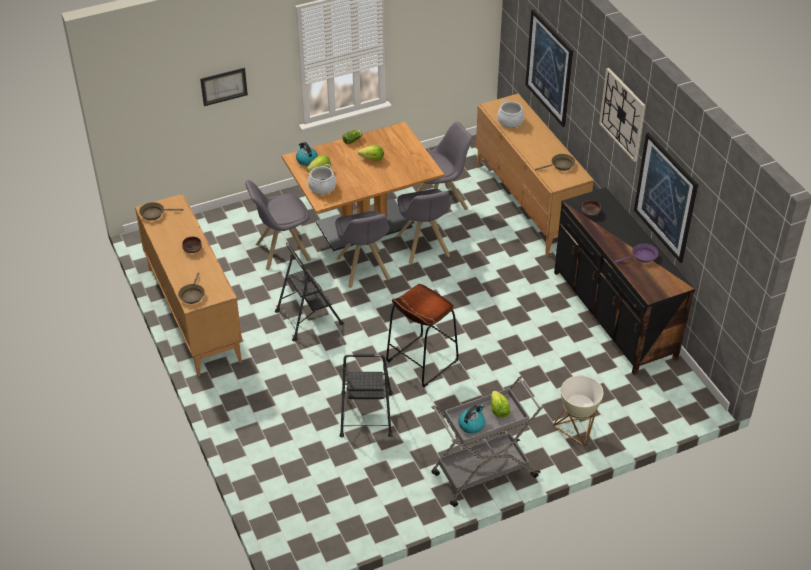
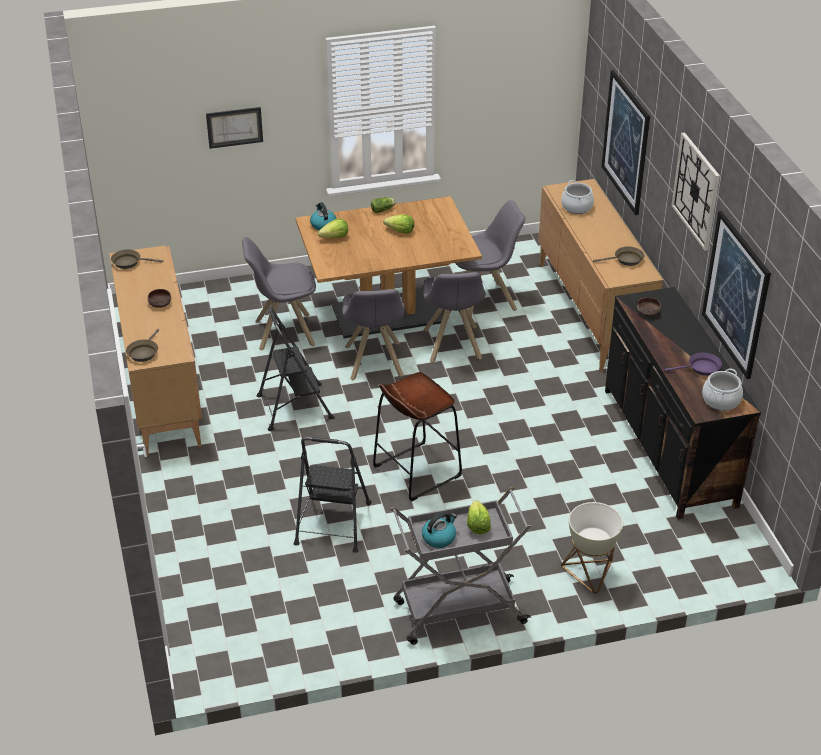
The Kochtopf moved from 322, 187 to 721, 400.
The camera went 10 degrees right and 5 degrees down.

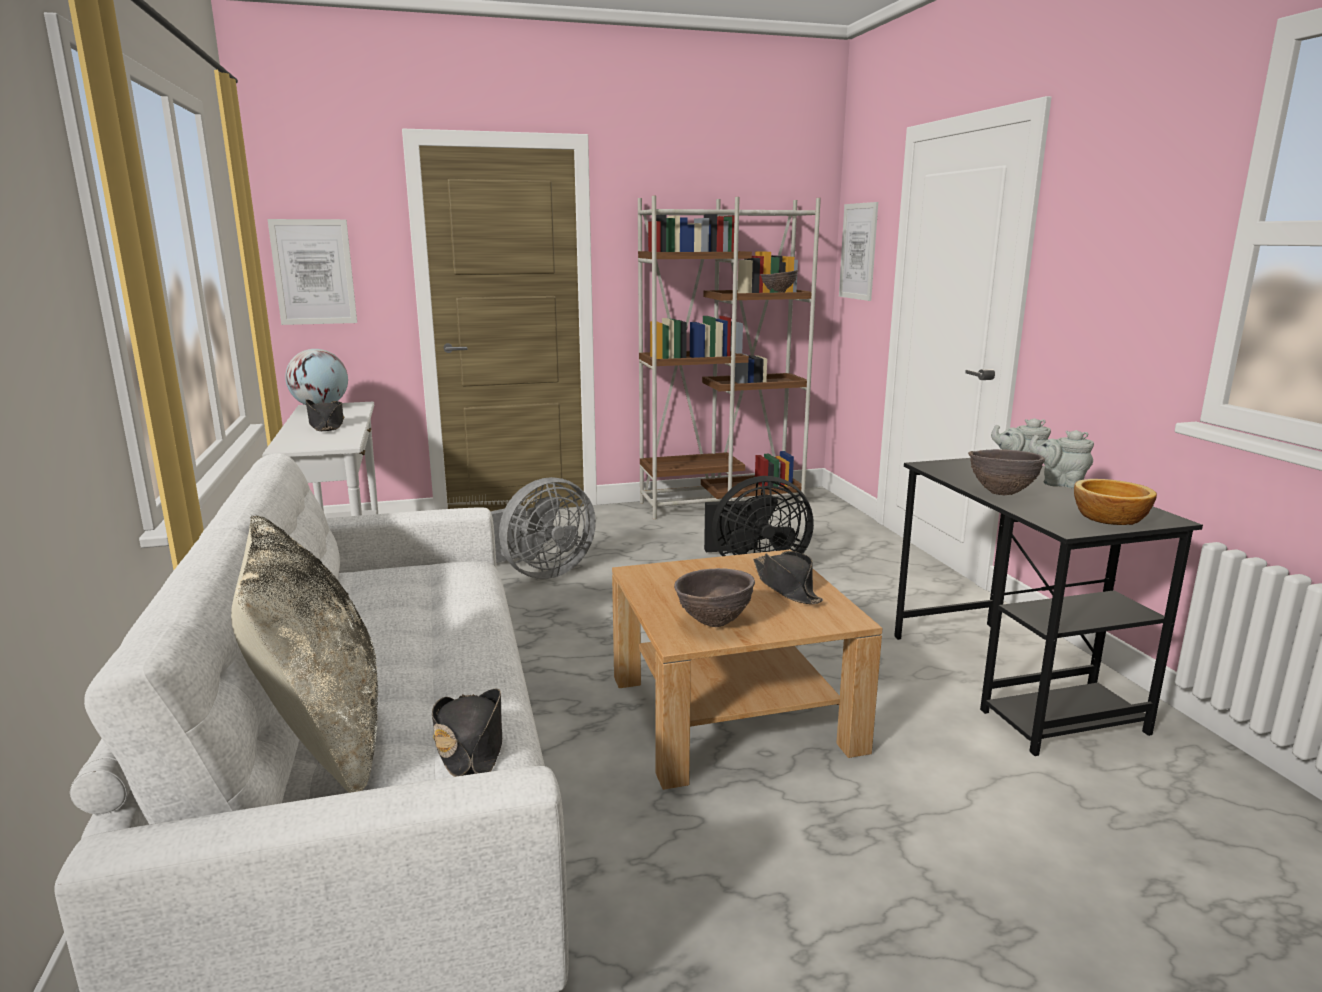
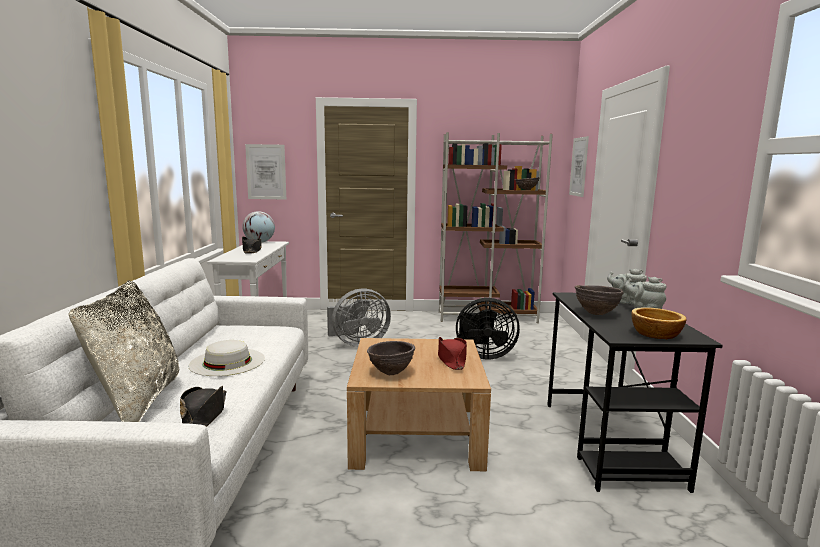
The Hut (schwarz) at 786, 587 became the Hut (rot) at 451, 359.
The Hut (weiß) at 227, 362 appeared.
The camera went 15 degrees right and 5 degrees down.

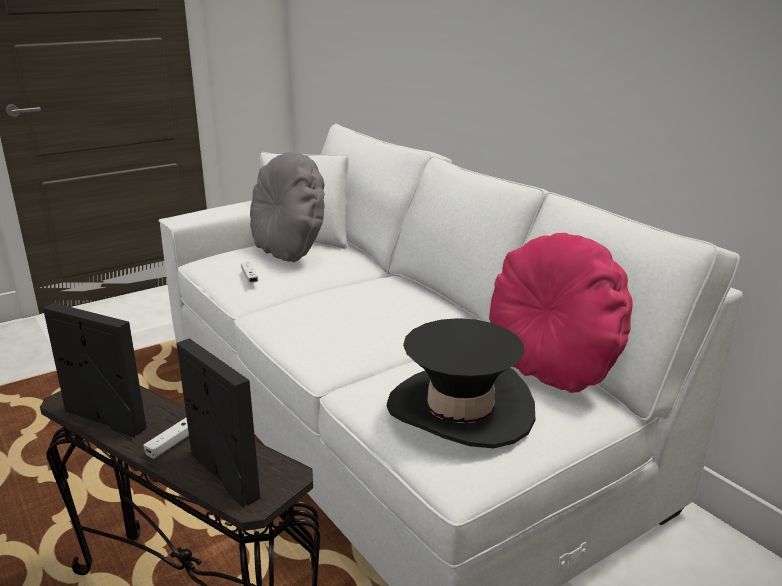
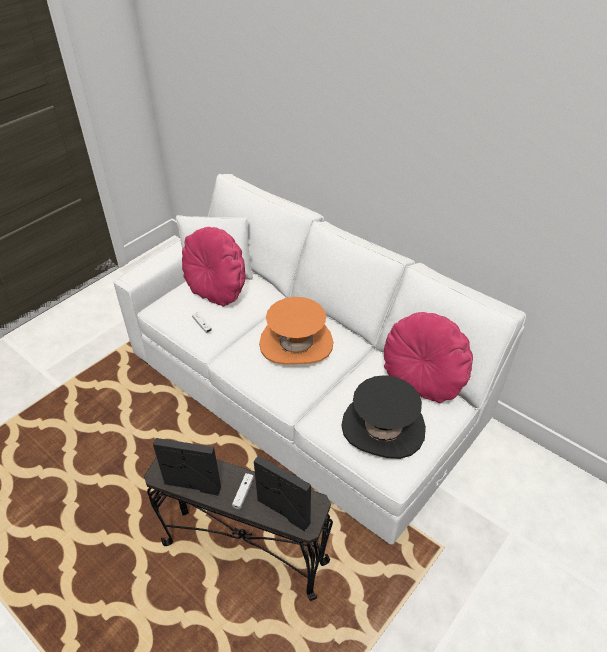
The Kissen (grau) at 289, 253 became the Kissen (rosa) at 216, 293.
The Hut (orange) at 296, 343 appeared.
The camera went 15 degrees left and 20 degrees up.

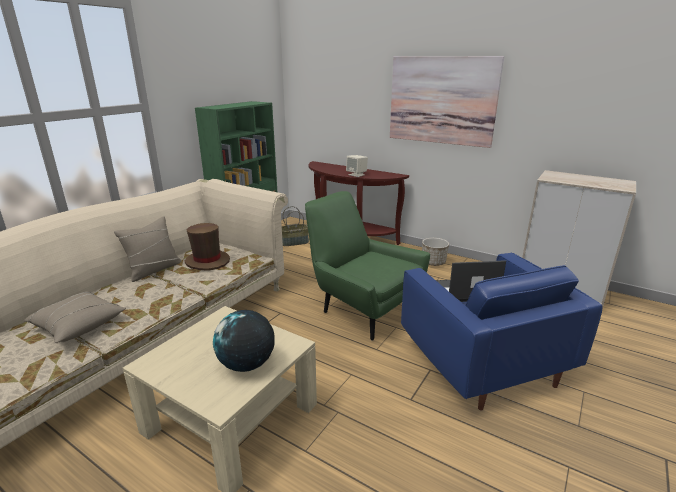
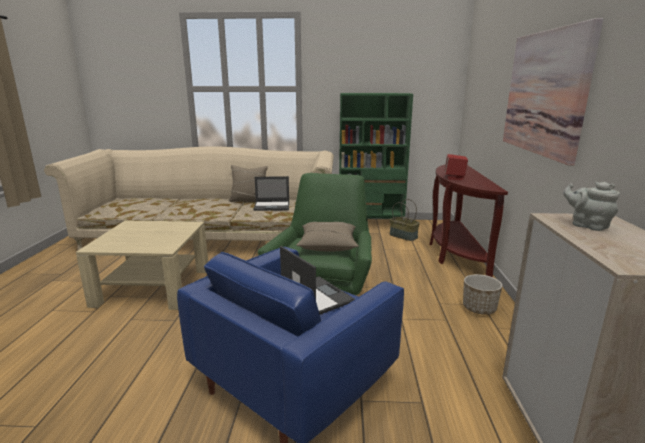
The Lautsprecher (beige) at 356, 175 became the Lautsprecher (rot) at 454, 178.
The Hut (braun) at 207, 261 was replaced by the Laptop at 272, 206.
The Kissen (beige) moved from 78, 325 to 328, 245.
The Globus at 247, 364 disappeared.
The Teekanne (grau) at 587, 225 appeared.
The camera went 60 degrees right and 5 degrees down.

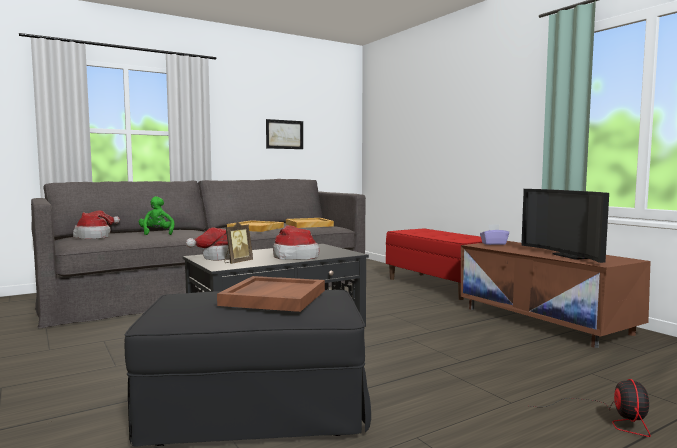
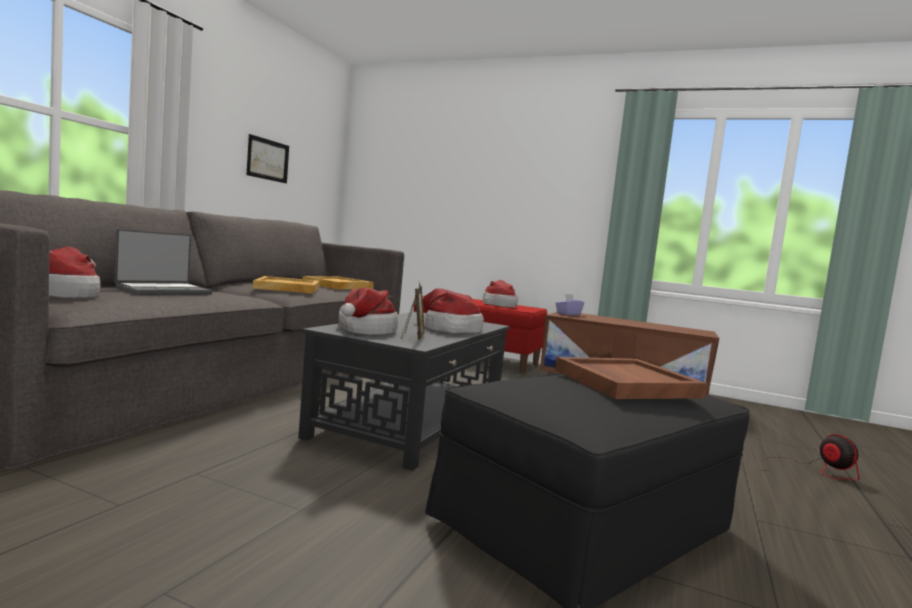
The Fernseher at 571, 256 disappeared.
The Plüschtier (grün) at 157, 233 was replaced by the Laptop at 163, 291.
The Hut at 499, 305 appeared.
The camera went 35 degrees left and 0 degrees up.

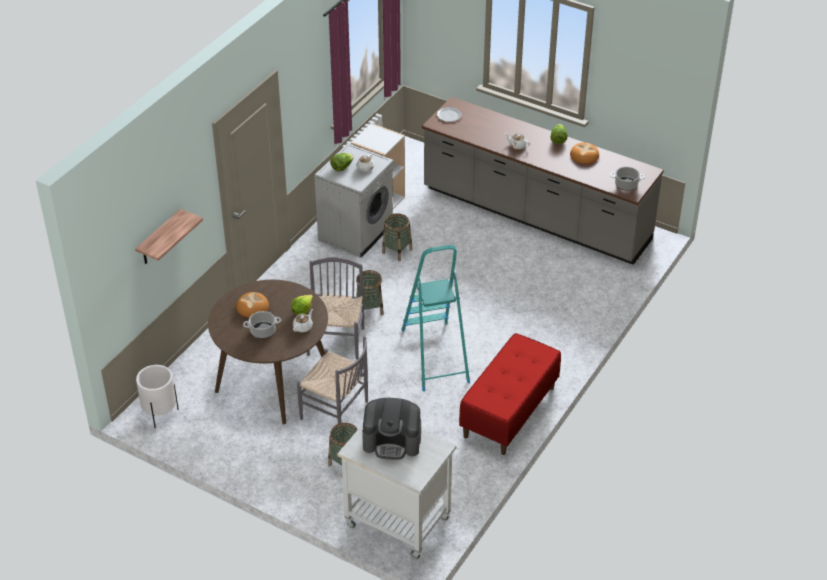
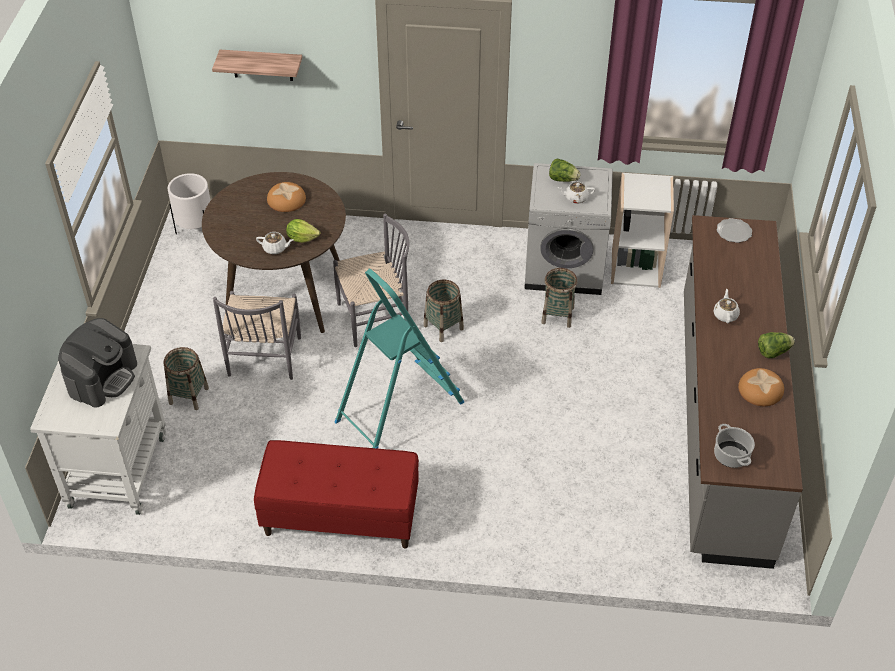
The Kochtopf at 263, 331 disappeared.
The Kaffeemaschine at 392, 441 turned 135 degrees counterclockwise.
The camera went 65 degrees right and 5 degrees up.

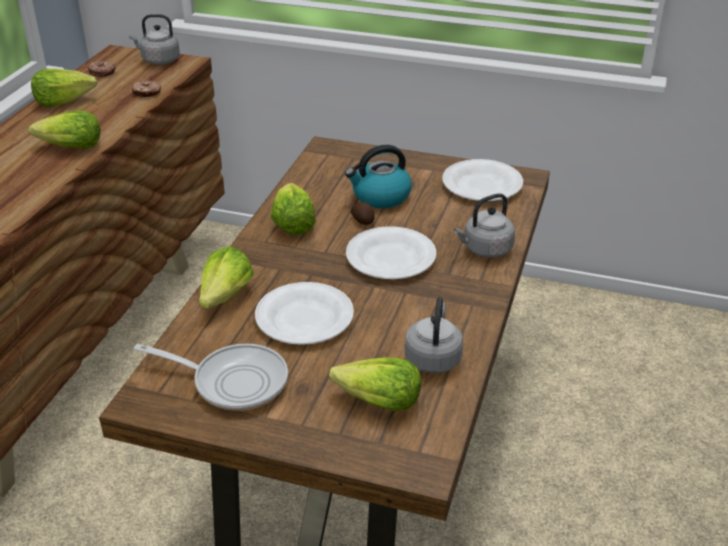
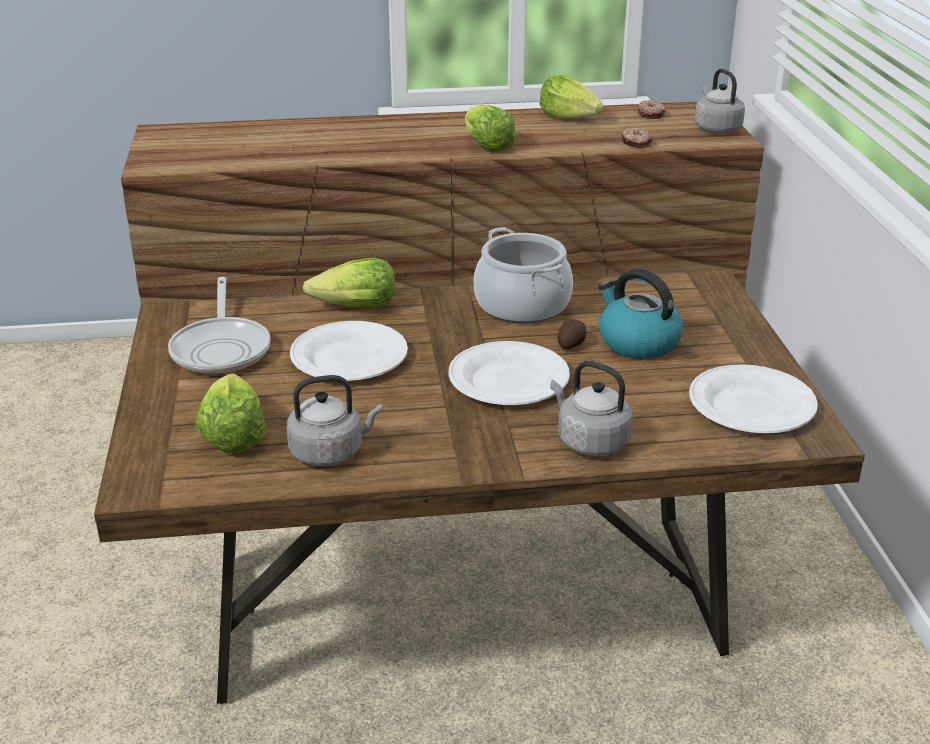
The Salatkopf at 292, 223 was replaced by the Kochtopf at 522, 306.
The camera went 65 degrees right and 5 degrees down.

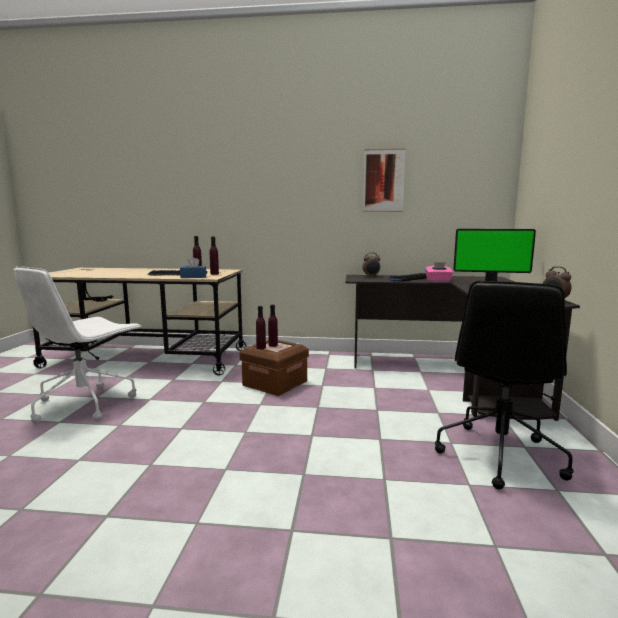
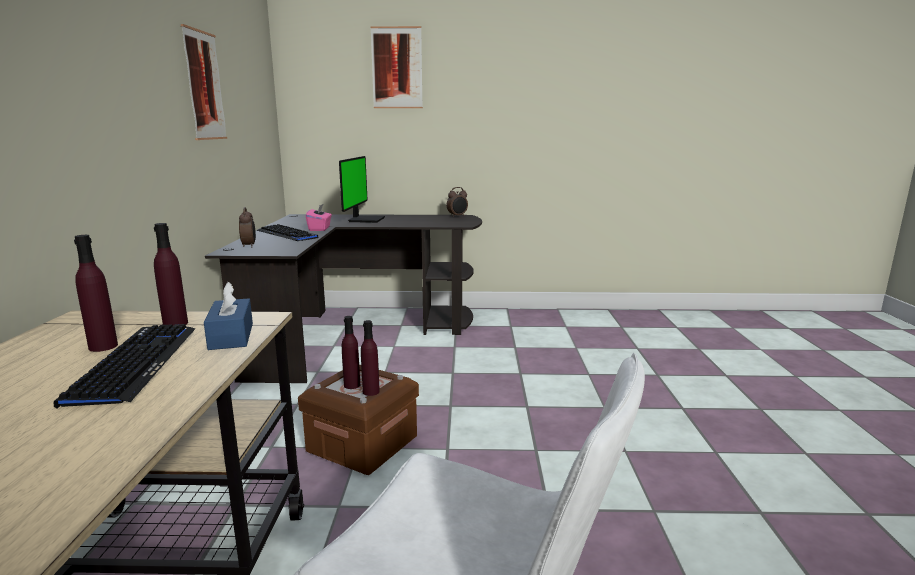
The Bürostuhl (schwarz) at 499, 453 disappeared.
The Bild at 397, 68 appeared.
The camera went 95 degrees left and 5 degrees up.

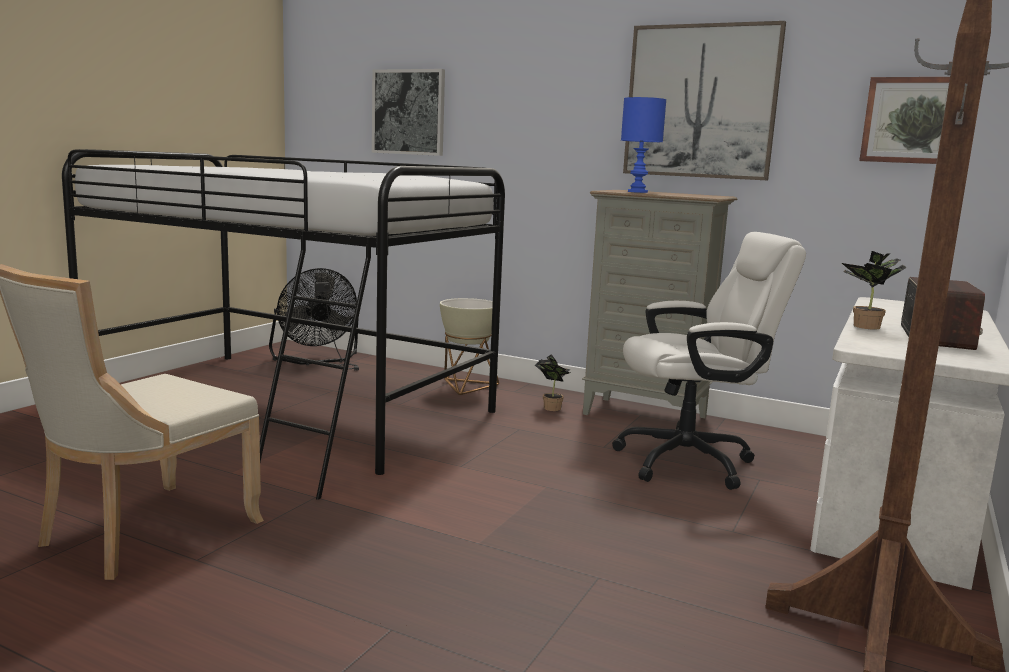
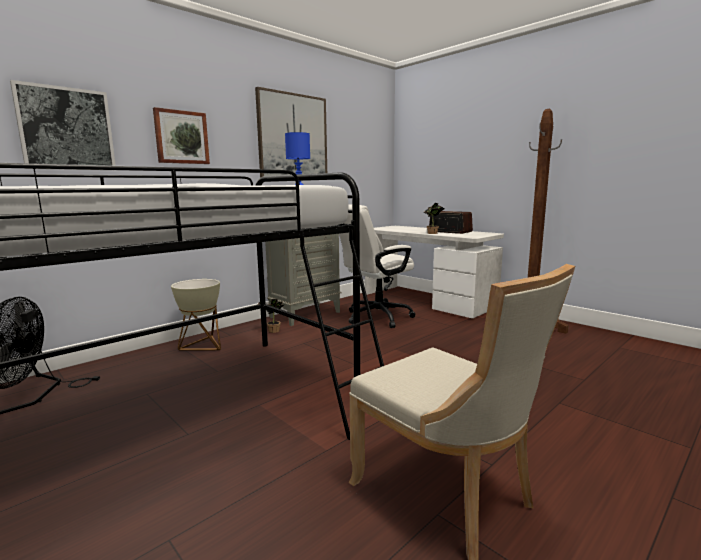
The Bild moved from 910, 120 to 181, 137.
The Bürostuhl (weiß) at 691, 462 turned 135 degrees counterclockwise.
The camera went 70 degrees left and 0 degrees up.

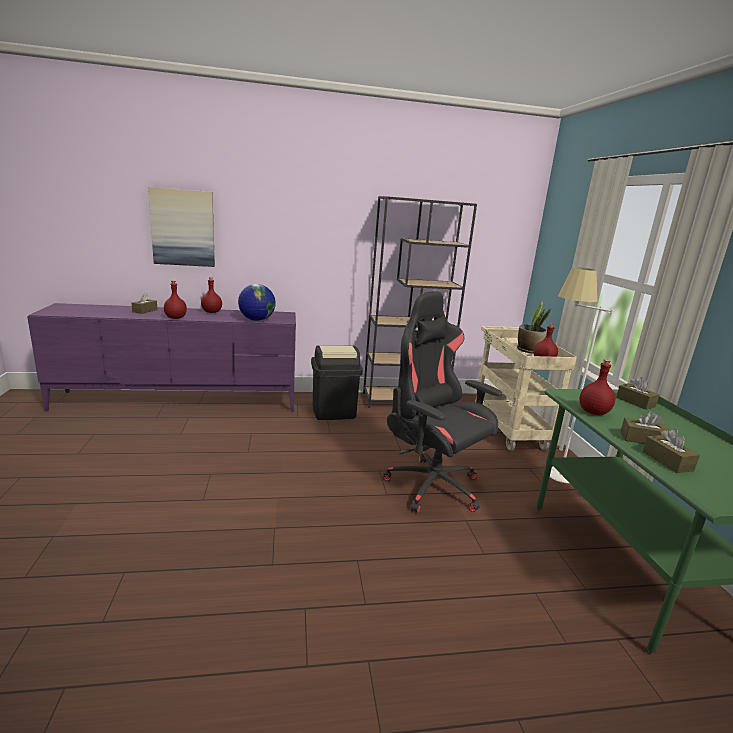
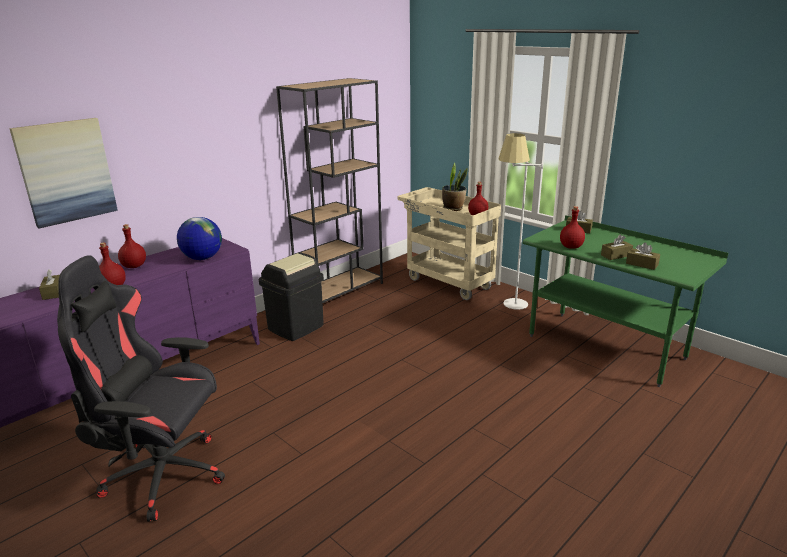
The Bürostuhl (schwarz) moved from 434, 487 to 167, 475.
The camera went 35 degrees left and 5 degrees up.

